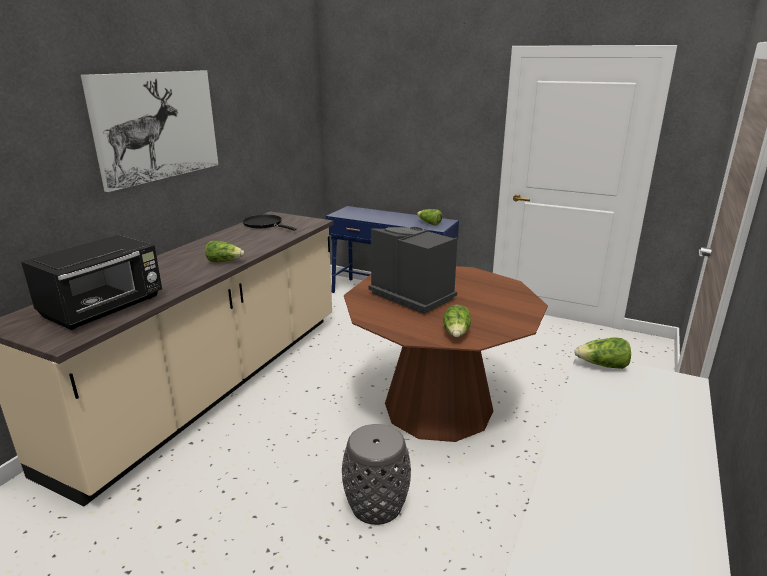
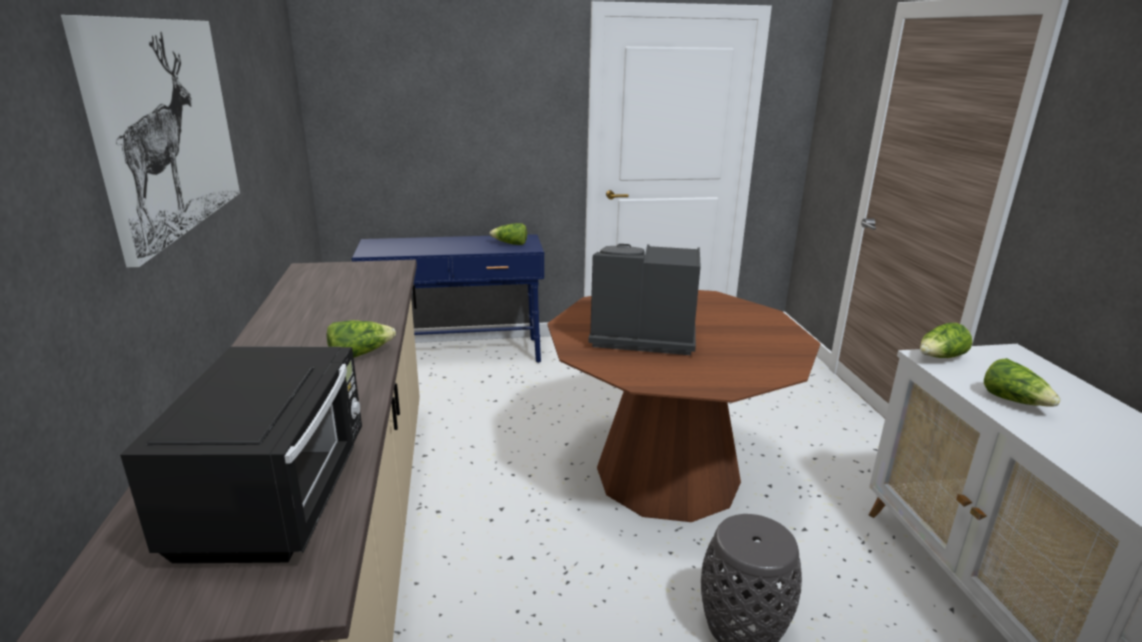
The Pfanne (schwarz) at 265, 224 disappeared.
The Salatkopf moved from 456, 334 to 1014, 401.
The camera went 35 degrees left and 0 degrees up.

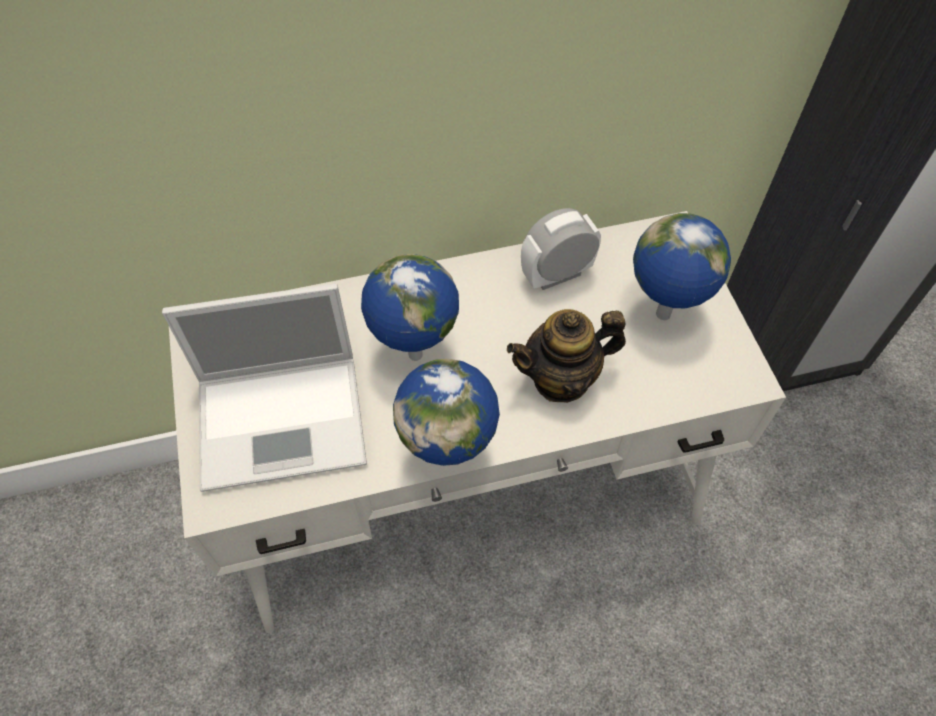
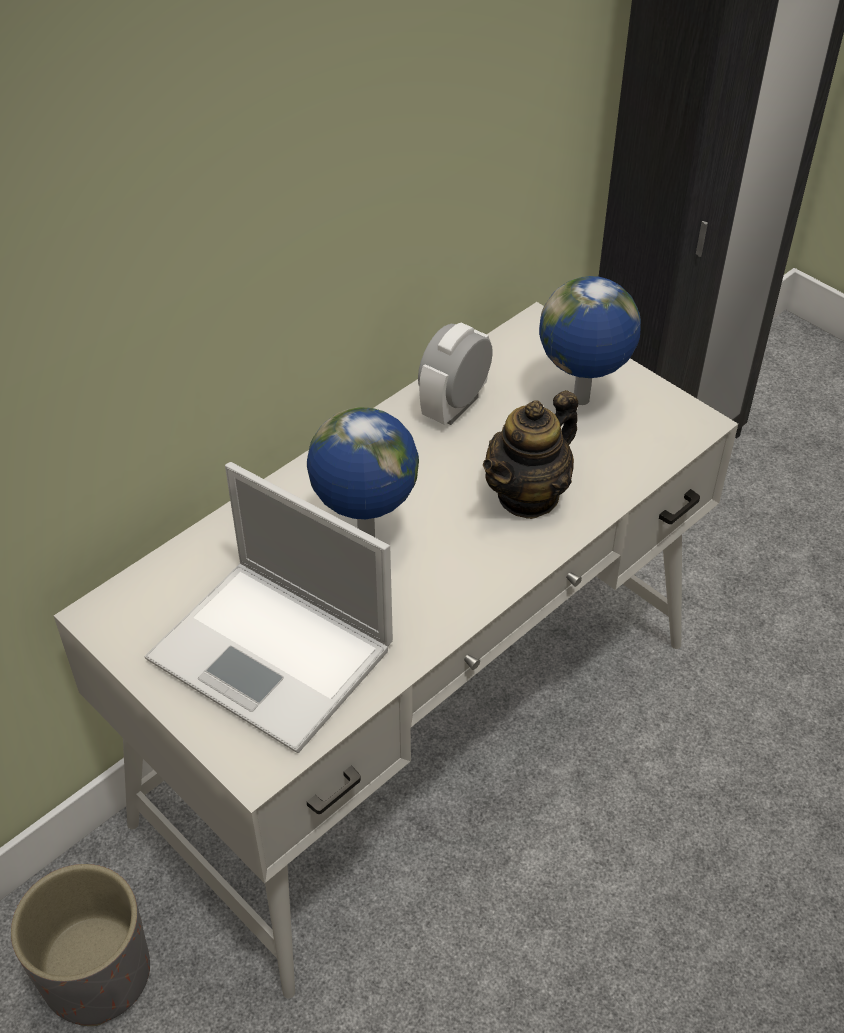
The Laptop at 285, 420 turned 75 degrees clockwise.
The Globus at 450, 456 disappeared.
The Pflanzkübel (grau) at 97, 973 appeared.
The camera went 30 degrees left and 10 degrees down.

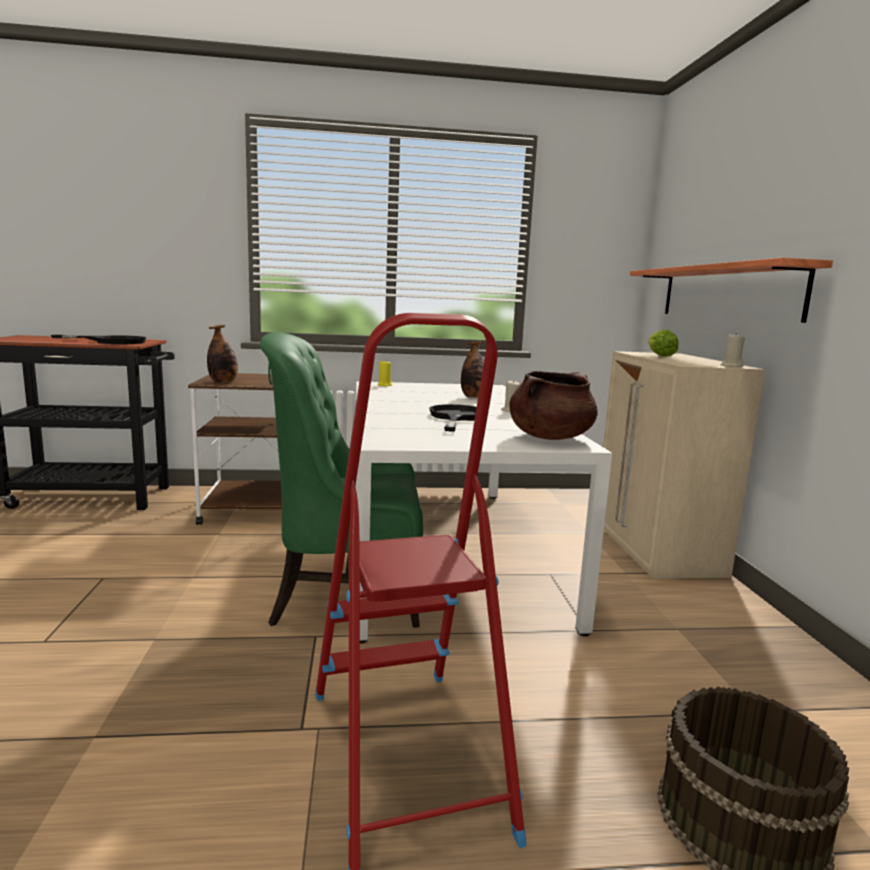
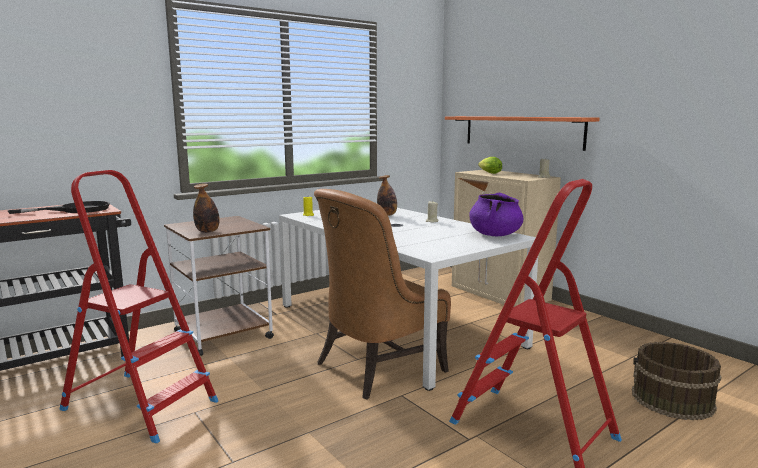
The Stuhl (grün) at 344, 592 became the Stuhl (braun) at 378, 367.
The Kochtopf (braun) at 550, 437 became the Kochtopf (lila) at 495, 235.
The Pfanne (schwarz) at 456, 418 disappeared.
The Trittleiter (rot) at 141, 405 appeared.
The camera went 30 degrees left and 0 degrees up.

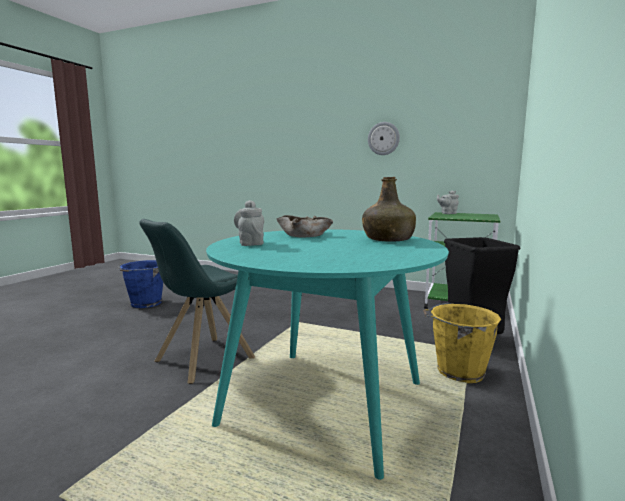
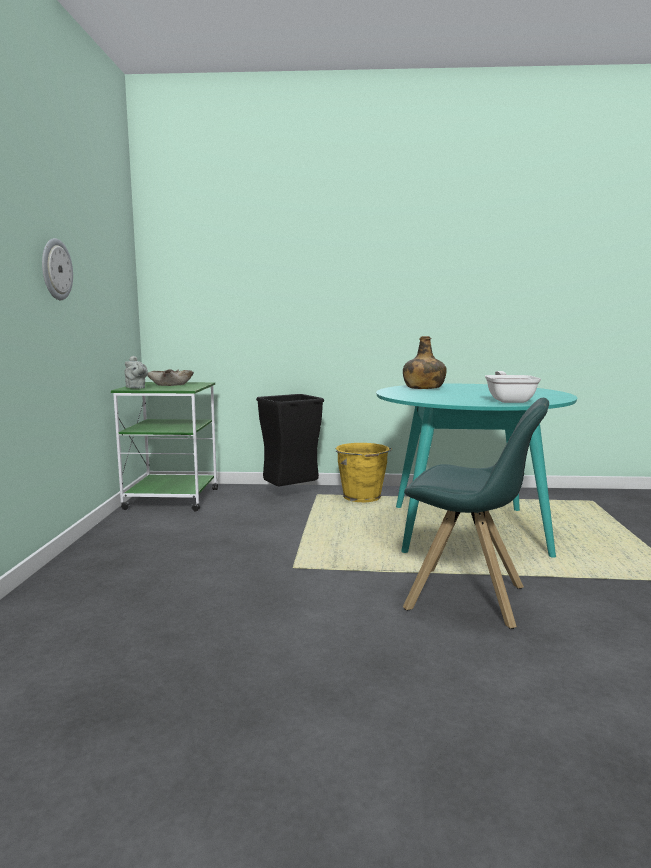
The Teekanne (grau) at 250, 243 was replaced by the Pfanne at 509, 400.
The Schüssel (beige) moved from 305, 235 to 170, 384.
The Eimer (blau) at 145, 304 disappeared.
The camera went 110 degrees left and 0 degrees up.

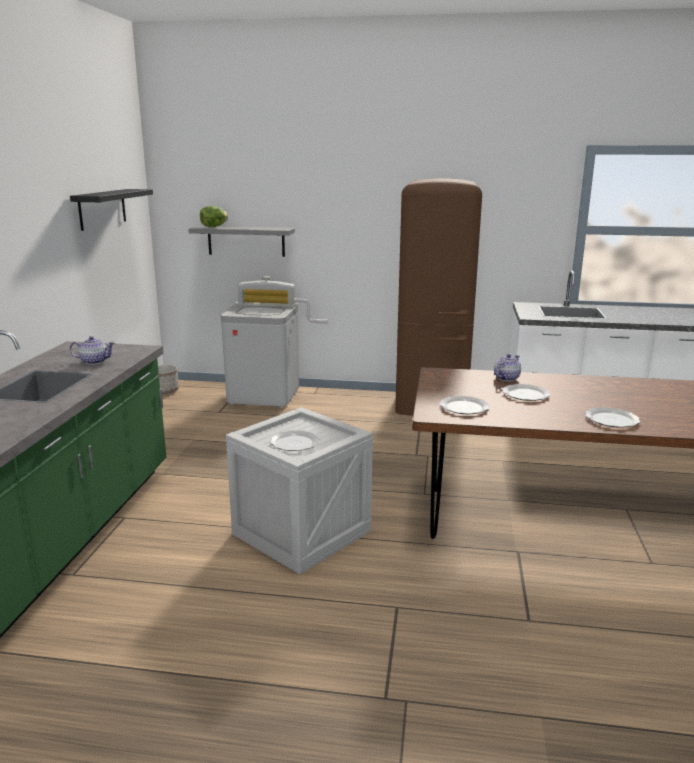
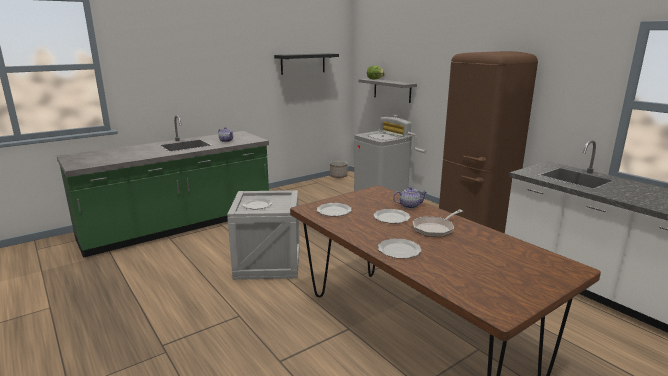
The Pfanne at 435, 229 appeared.
The camera went 45 degrees right and 0 degrees up.

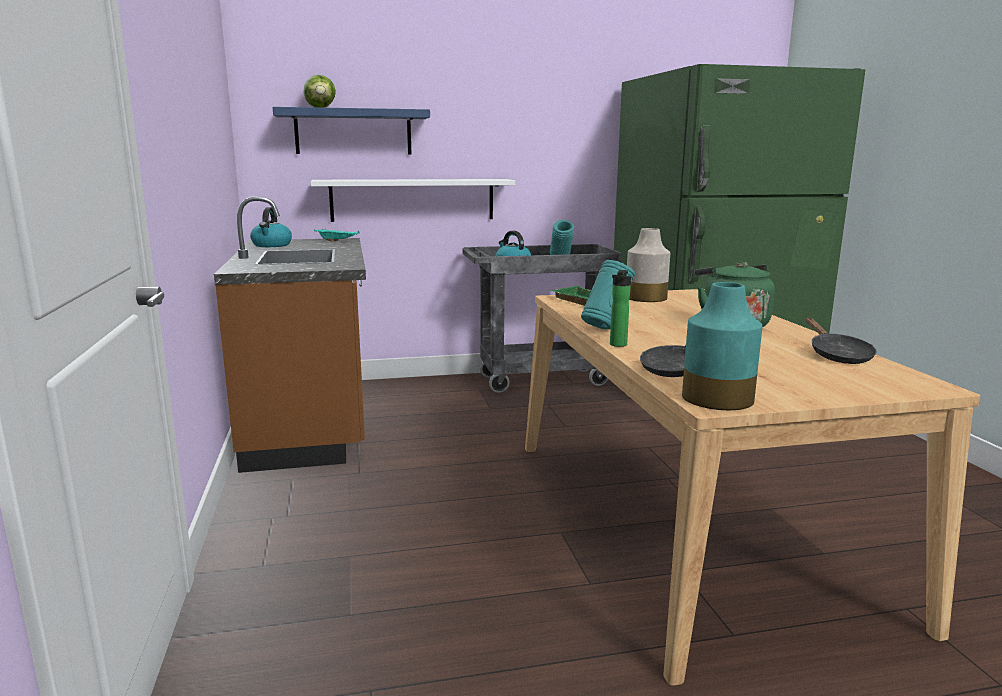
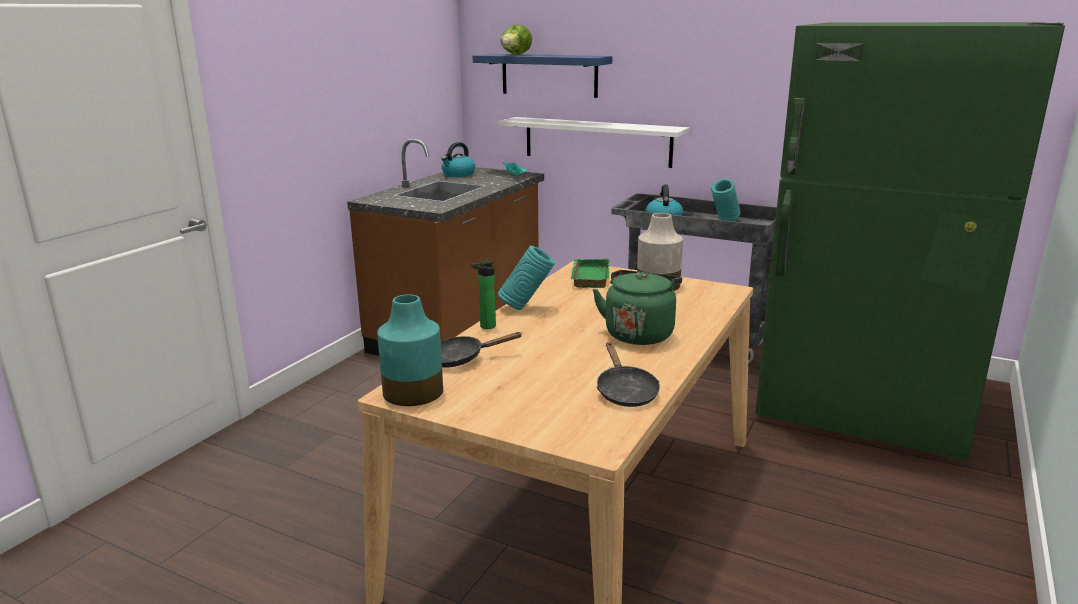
The Pfanne (schwarz) at 837, 355 turned 45 degrees counterclockwise.
The camera went 40 degrees right and 5 degrees up.

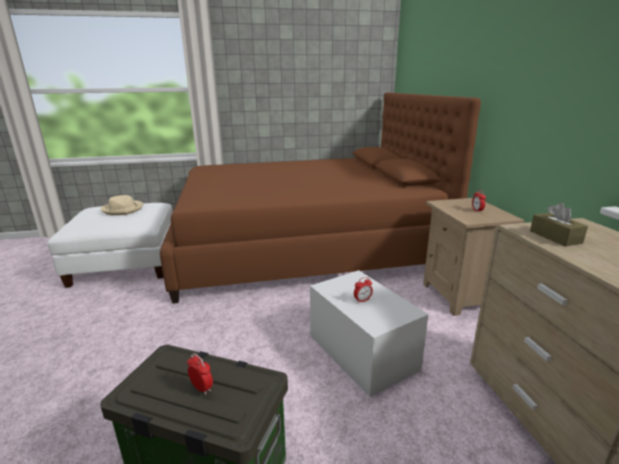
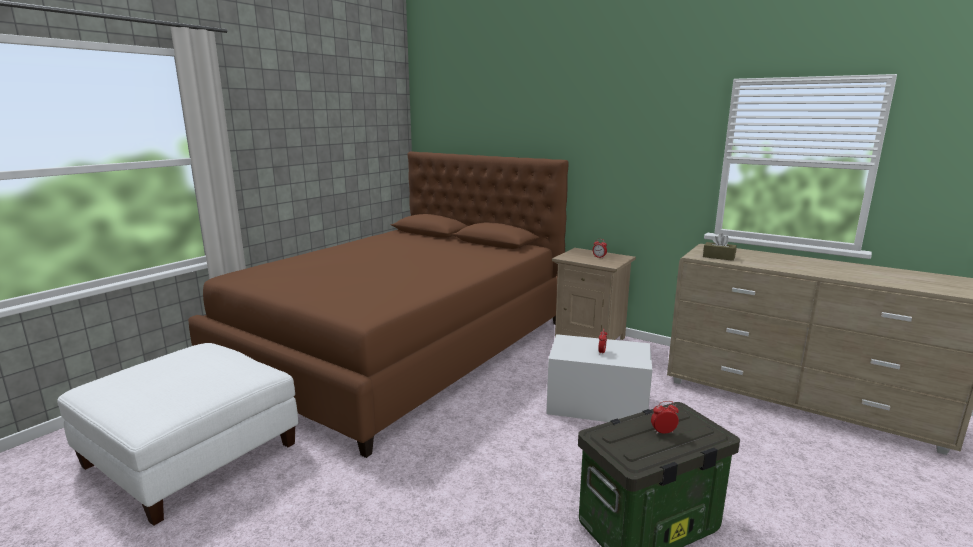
The Hut (beige) at 123, 209 disappeared.
The camera went 45 degrees left and 5 degrees down.

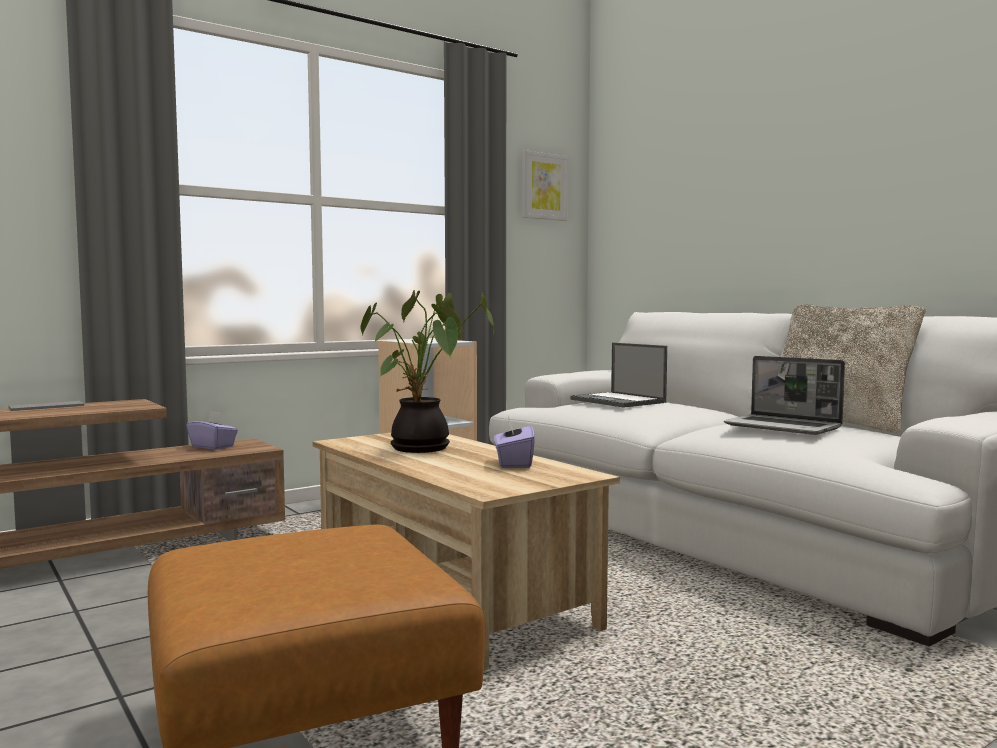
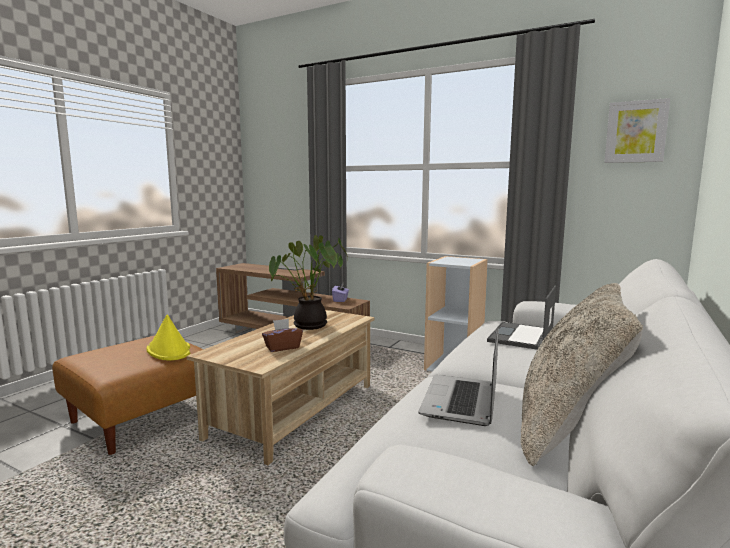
The Taschentuchbox (lila) at 513, 463 became the Taschentuchbox (braun) at 282, 347.
The Hut (gelb) at 169, 350 appeared.
The camera went 65 degrees right and 5 degrees up.

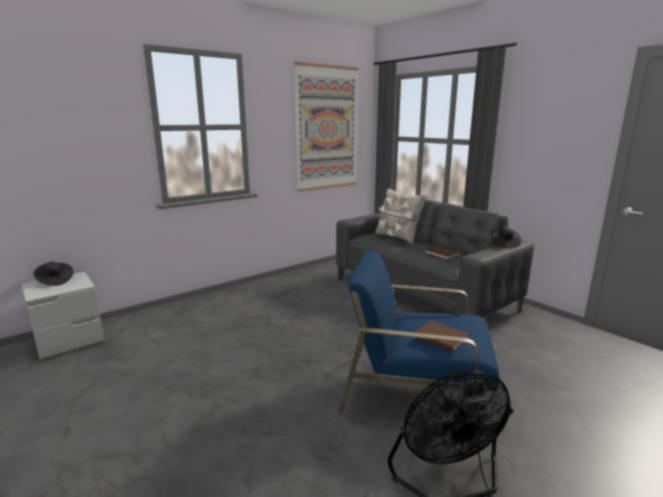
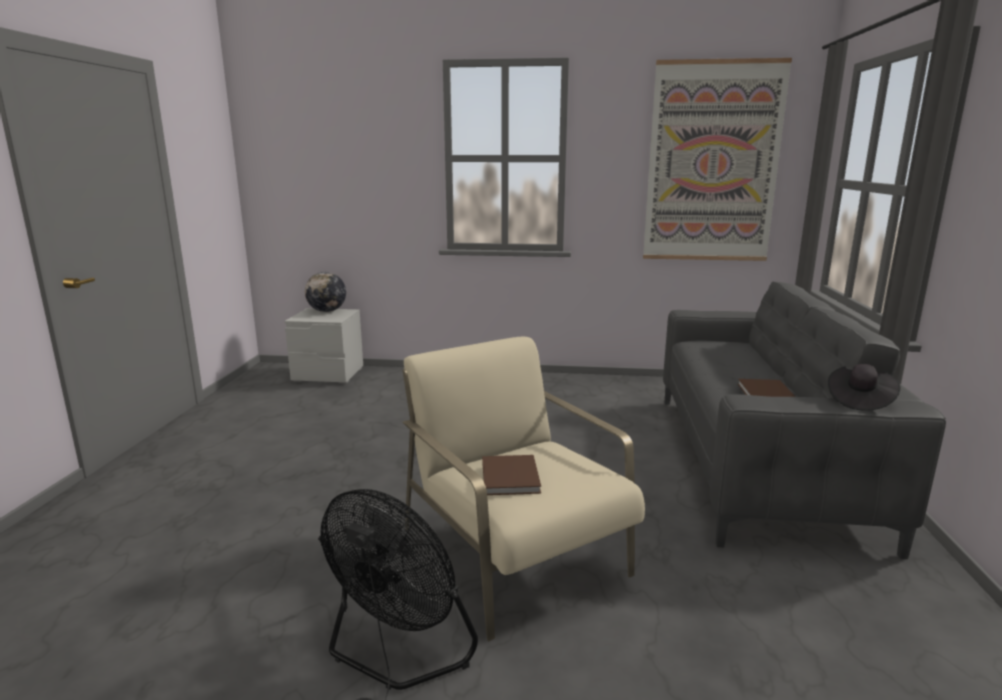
The Kissen (beige) at 397, 237 disappeared.
The Sessel (blau) at 417, 391 became the Sessel (beige) at 518, 557.
The Hut (schwarz) at 55, 281 was replaced by the Globus at 327, 311.
The camera went 45 degrees right and 0 degrees up.

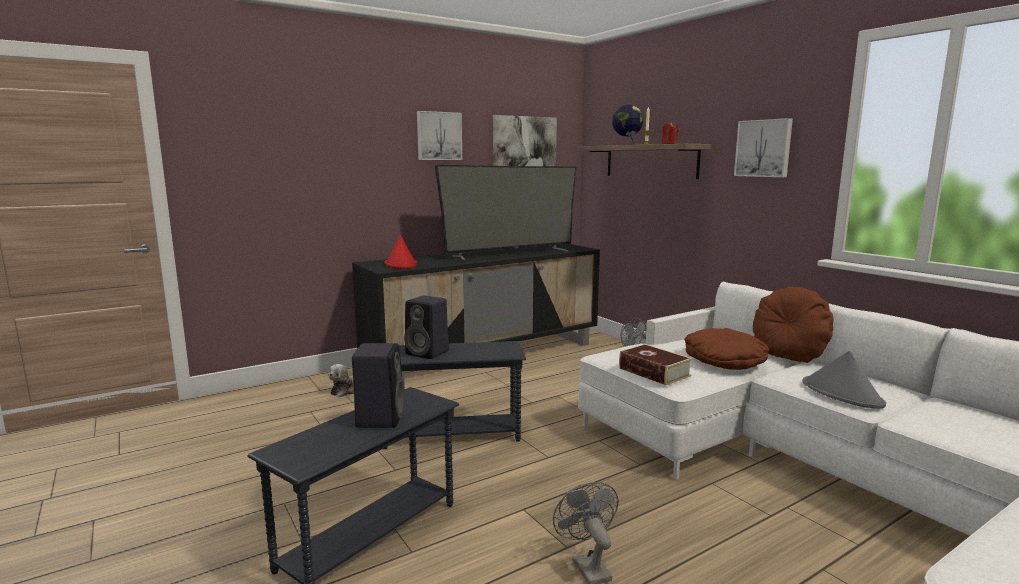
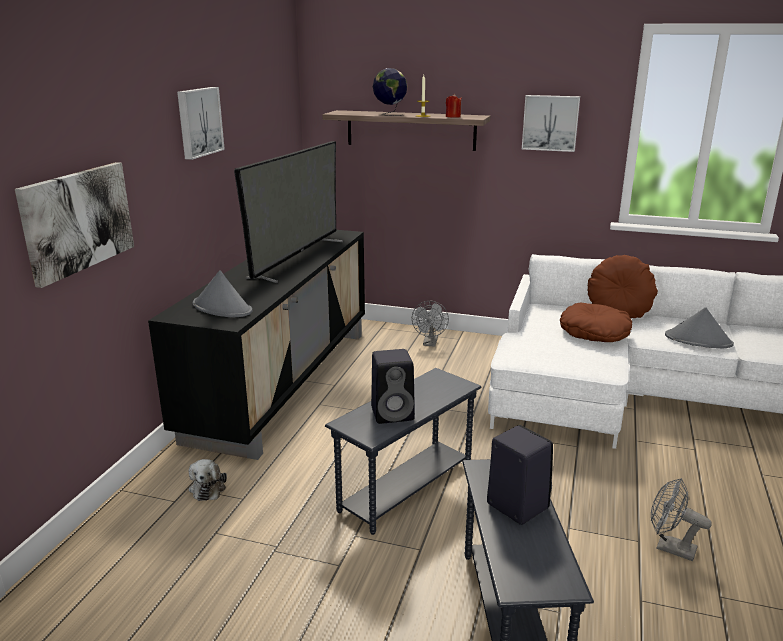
The Bild moved from 524, 142 to 77, 220.
The Hut (rot) at 401, 264 became the Hut (grau) at 222, 308.
The Buch at 654, 372 disappeared.
The camera went 40 degrees left and 10 degrees up.

